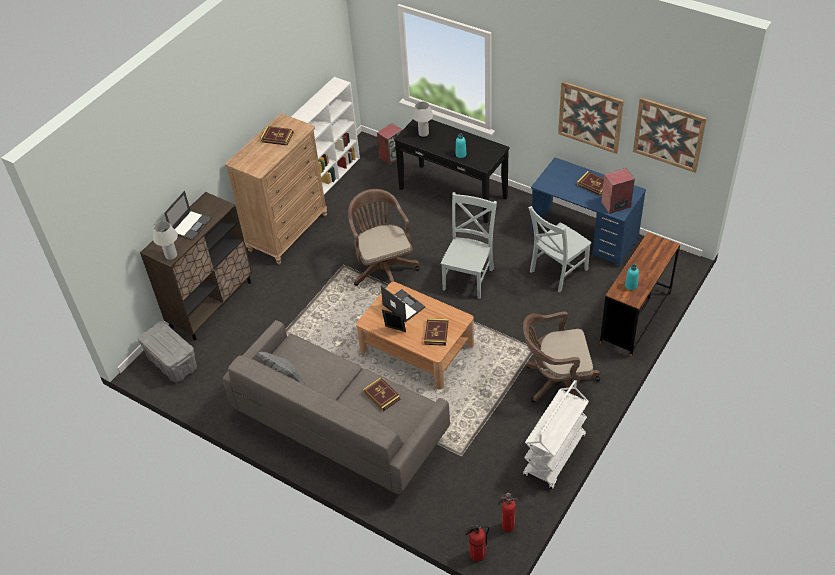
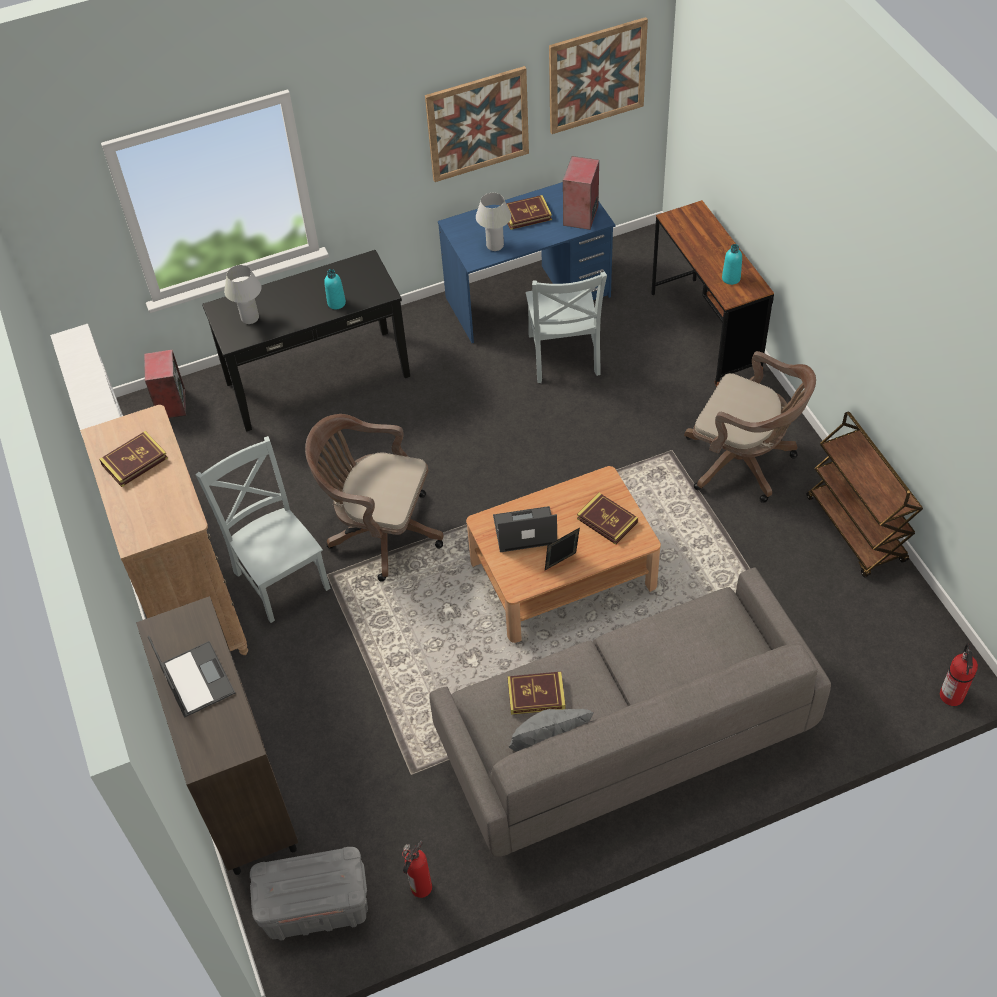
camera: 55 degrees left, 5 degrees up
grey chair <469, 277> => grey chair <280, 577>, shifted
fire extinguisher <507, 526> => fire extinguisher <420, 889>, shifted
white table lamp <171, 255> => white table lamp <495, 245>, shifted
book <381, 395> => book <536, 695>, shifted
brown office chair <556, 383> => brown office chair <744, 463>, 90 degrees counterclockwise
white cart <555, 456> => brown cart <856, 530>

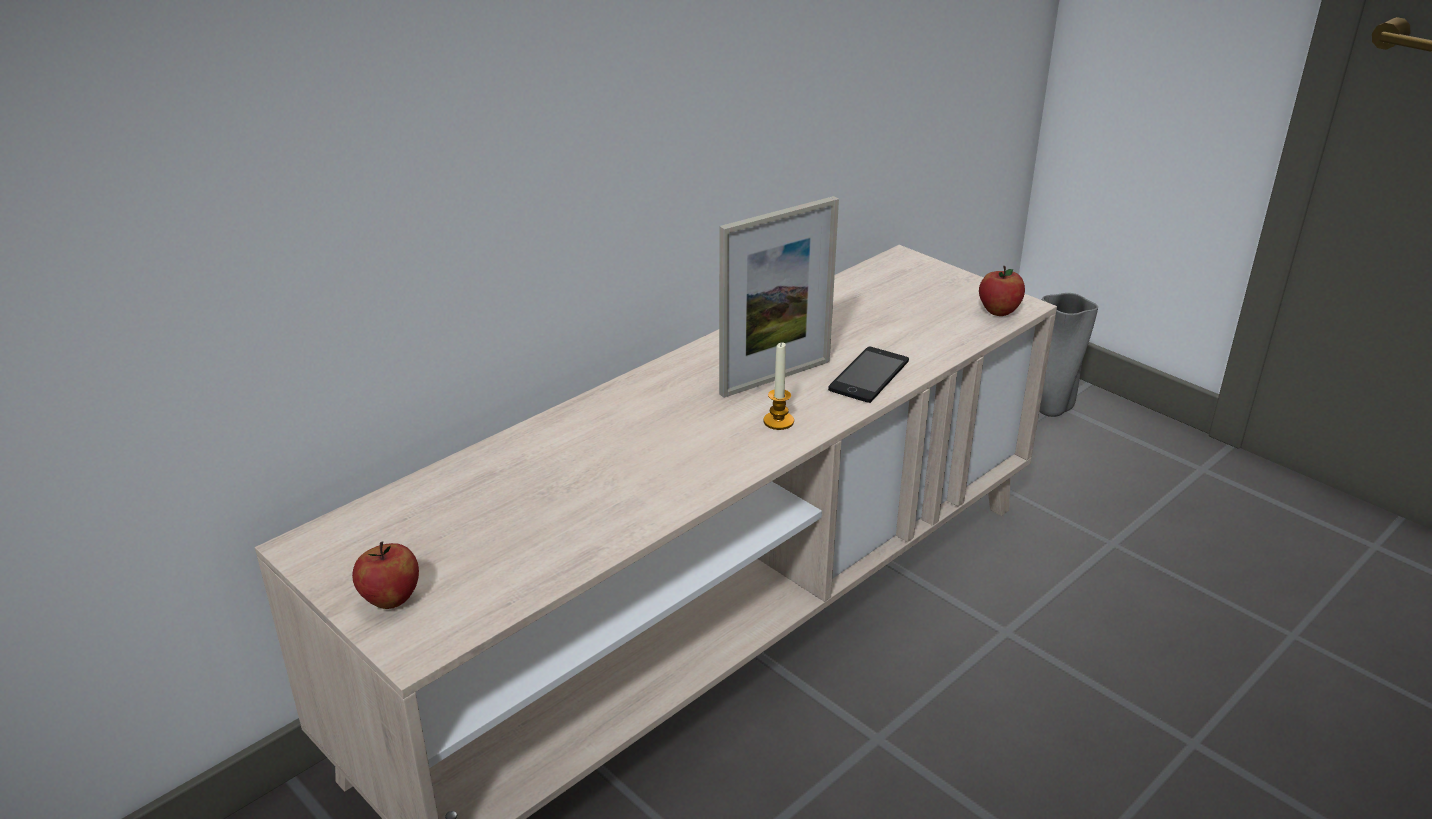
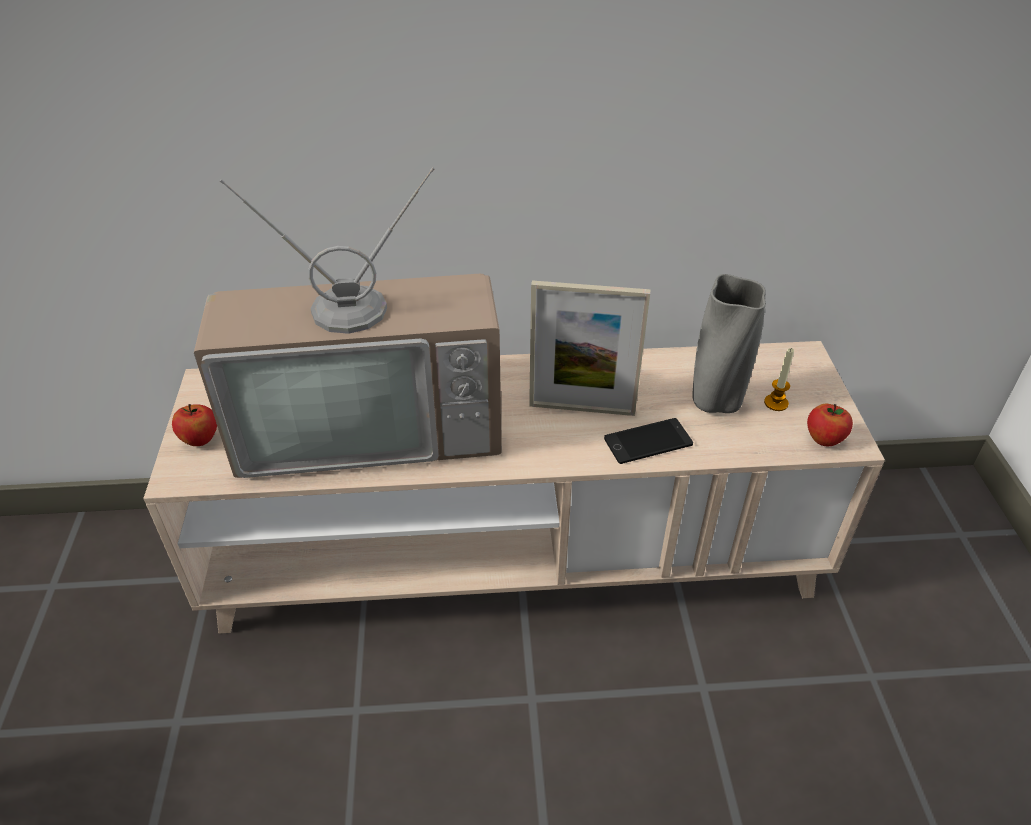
camera: 40 degrees right, 10 degrees up
nothing => television <371, 423>
grey vase <1050, 409> => grey vase <715, 403>, shifted
candle <778, 421> => candle <776, 403>, shifted

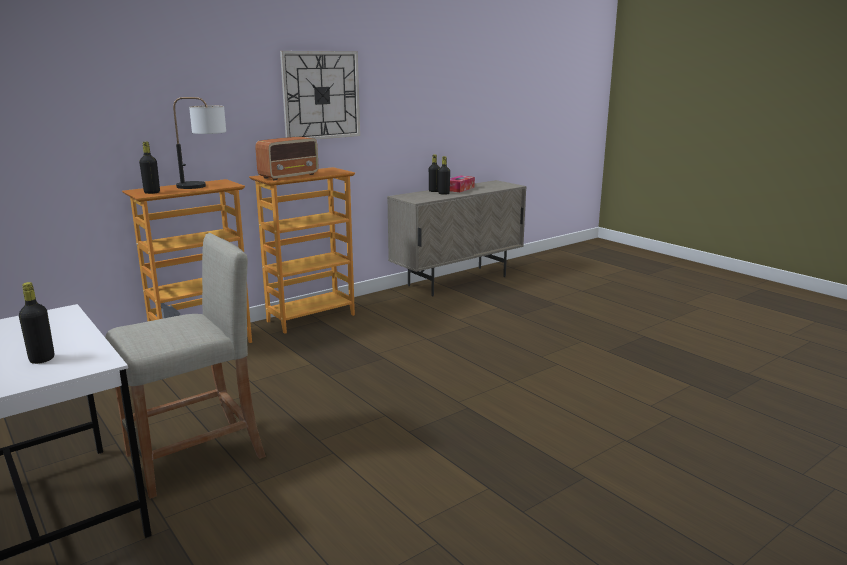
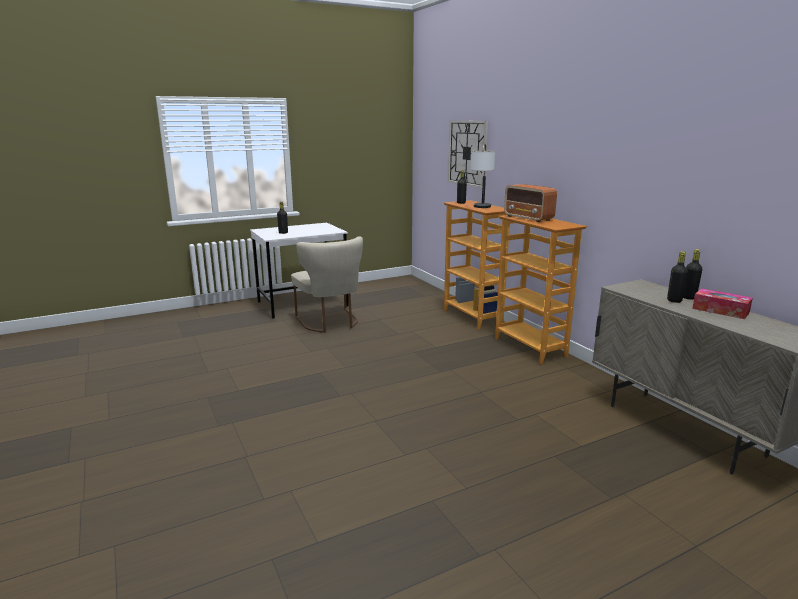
camera: 100 degrees right, 0 degrees up
beige stool <196, 456> => beige chair <330, 322>
wall clock <321, 95> => wall clock <467, 153>, shifted

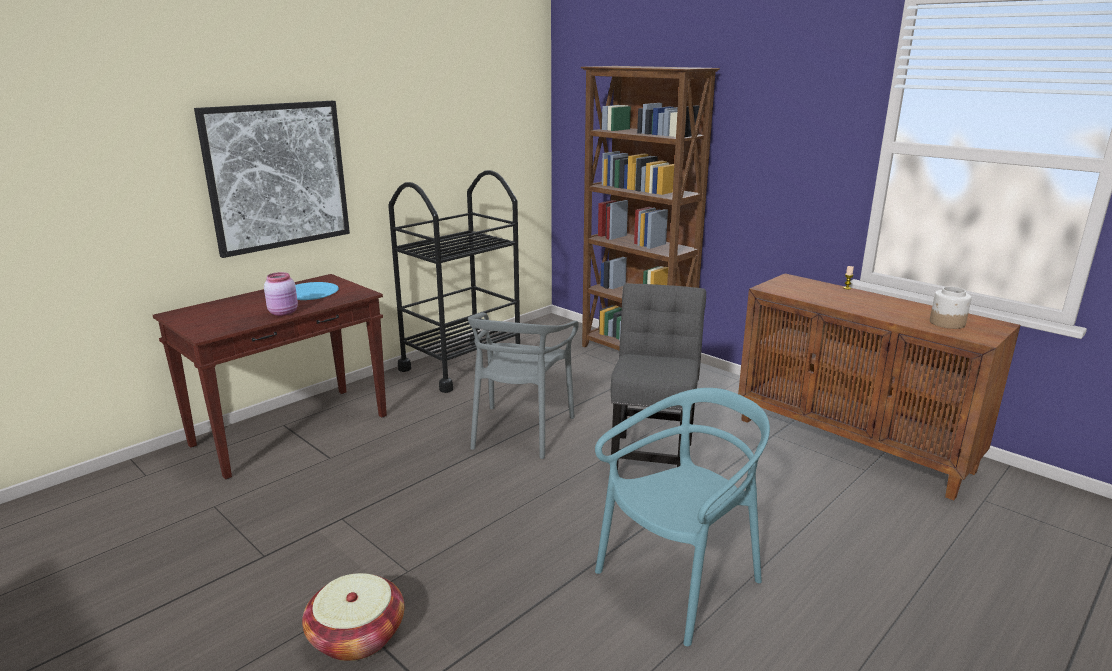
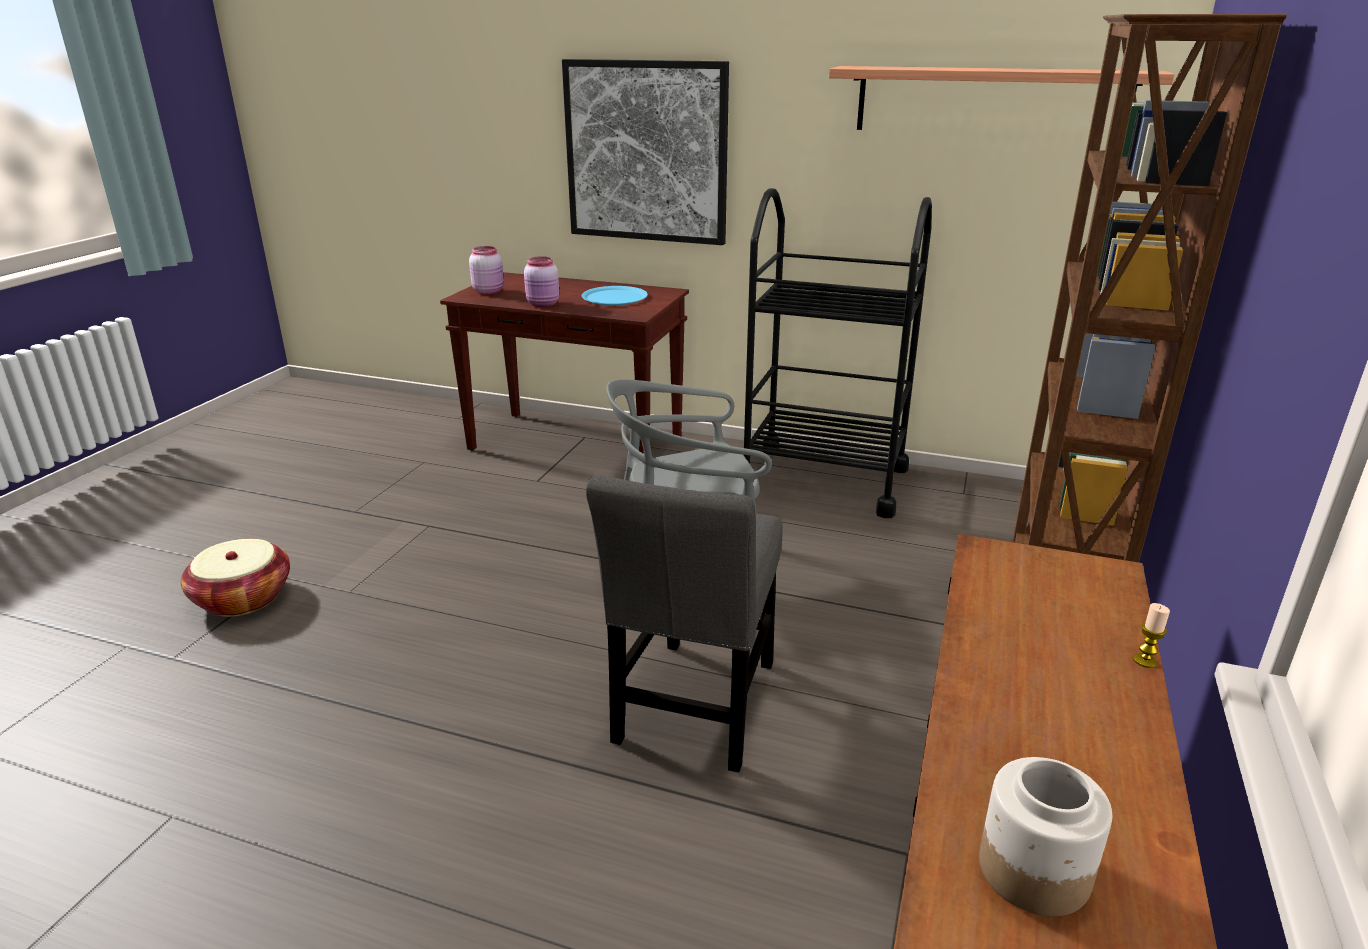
camera: 65 degrees right, 5 degrees up
nothing => pink jar <489, 291>
grey chair <651, 459> => grey chair <695, 709>, 120 degrees clockwise
nothing => shelf <990, 101>
turquoise chair <680, 581> => nothing

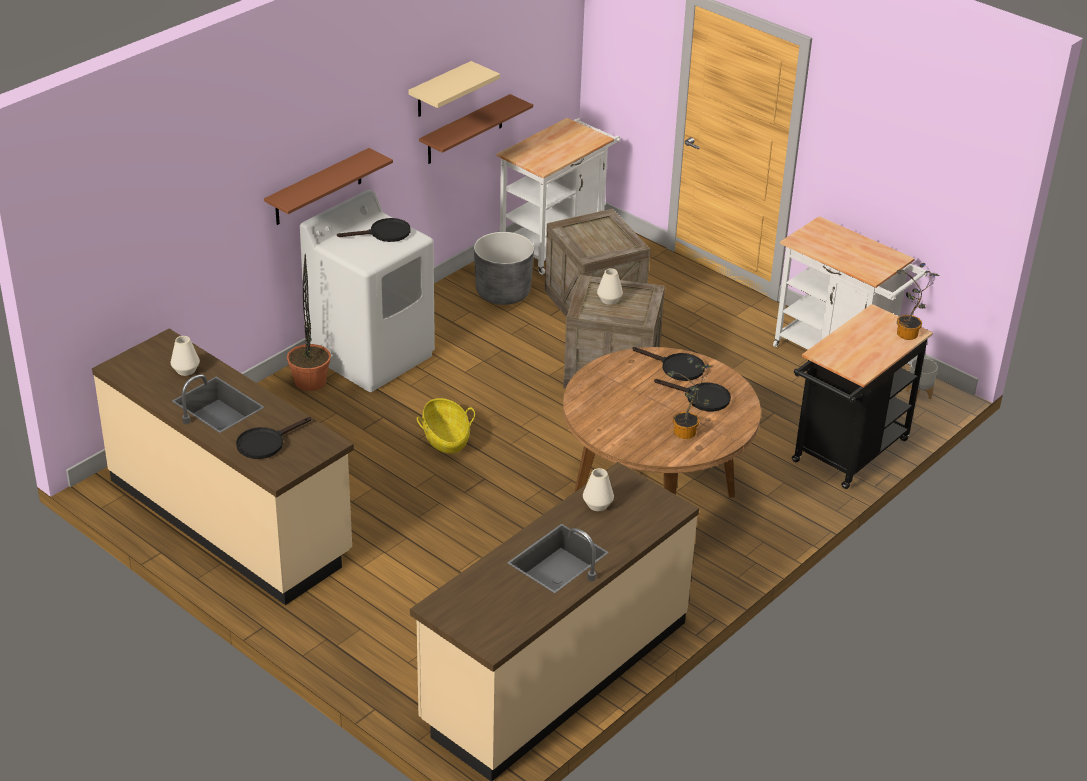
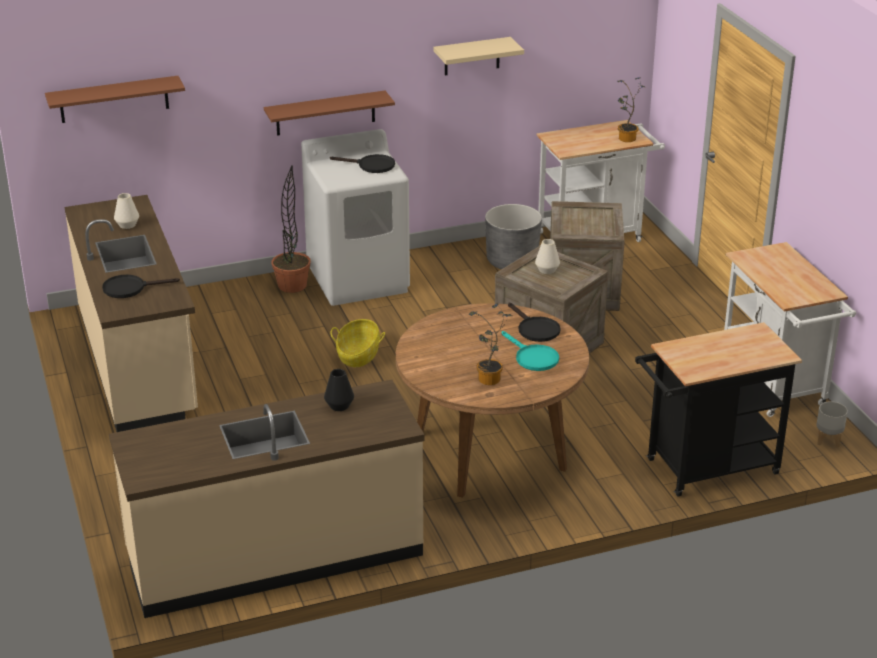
camera: 30 degrees right, 5 degrees down
brown shelf <465, 130> => brown shelf <114, 99>, shifted
white vase <597, 504> => black vase <339, 405>
black frying pan <701, 398> => turquoise frying pan <532, 358>
potted plant <907, 336> => potted plant <626, 139>, shifted

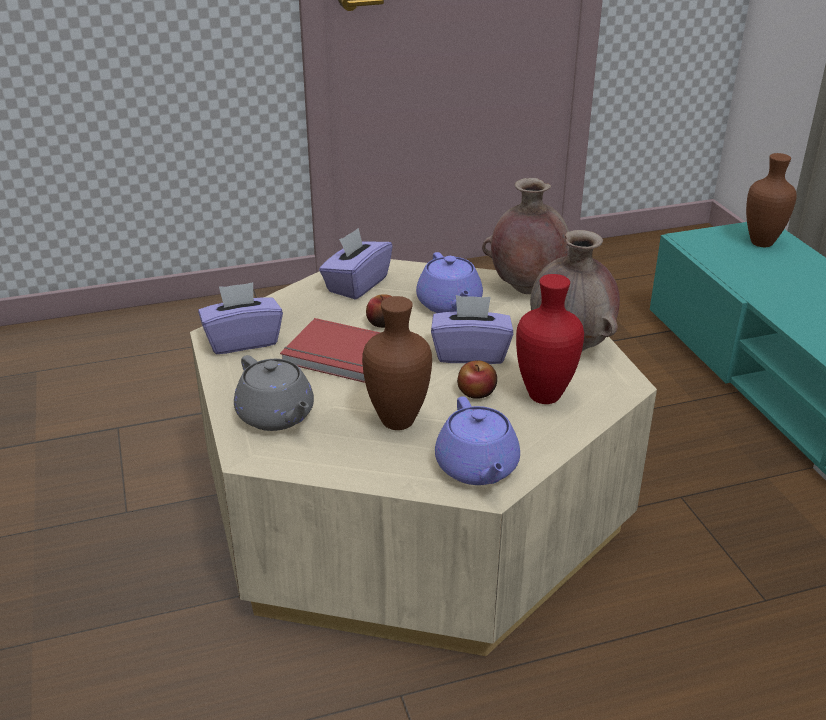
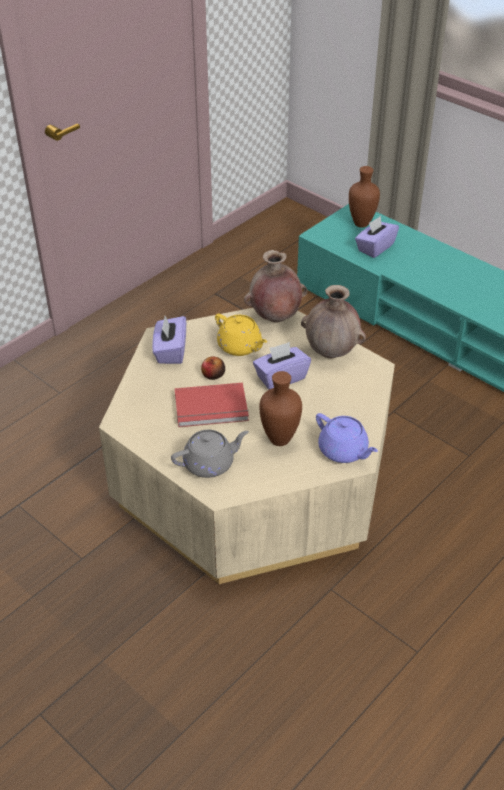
camera: 30 degrees left, 10 degrees up
grey teapot <276, 416> => grey teapot <210, 464>, 45 degrees counterclockwise
purple teapot <449, 305> => yellow teapot <240, 346>
purple tissue box <242, 341> => purple tissue box <375, 247>, shifted
apple <477, 392> => nothing
red vase <542, 396> => nothing

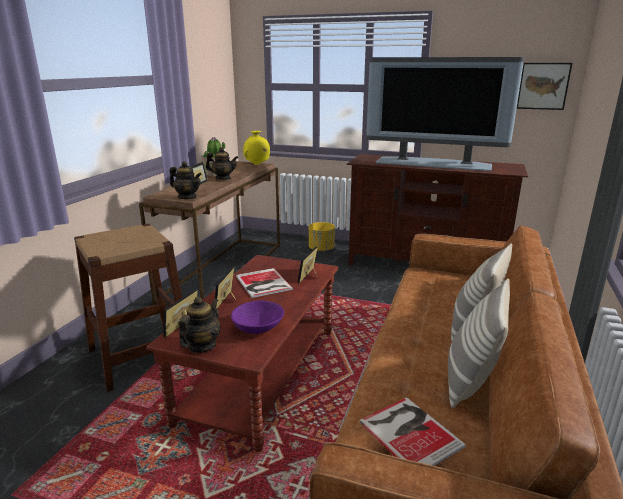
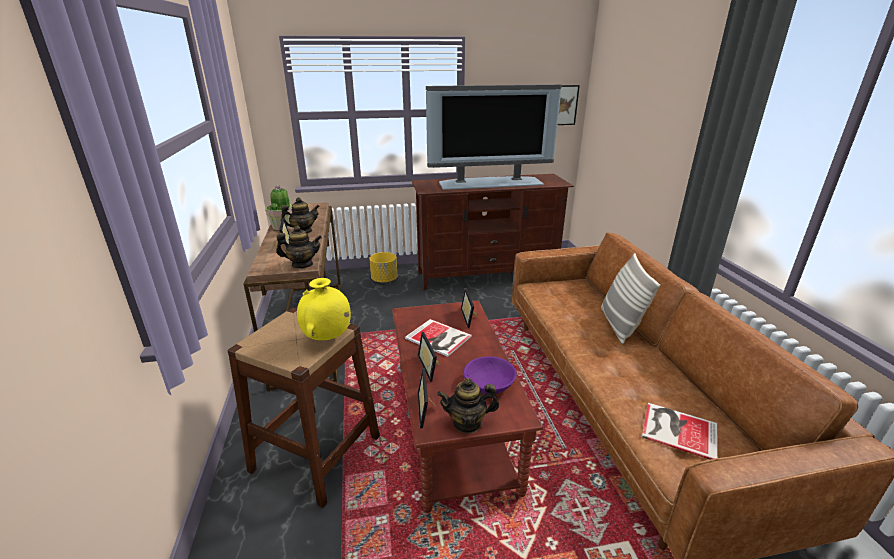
camera: 30 degrees left, 5 degrees up
yellow vase <257, 165> => yellow vase <327, 338>, shifted
teapot <202, 346> => teapot <467, 423>, 90 degrees counterclockwise
pillow <470, 381> => nothing

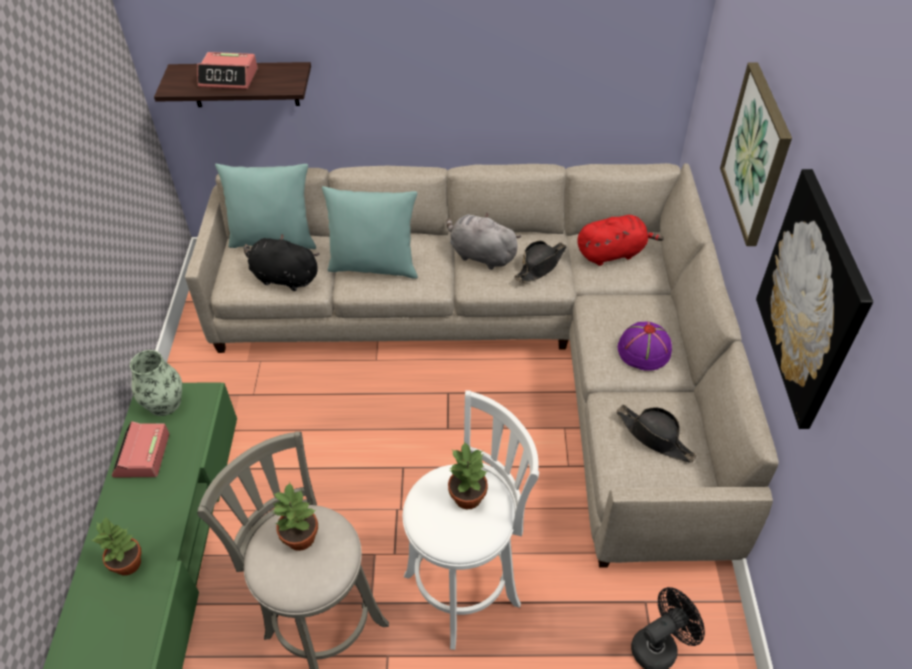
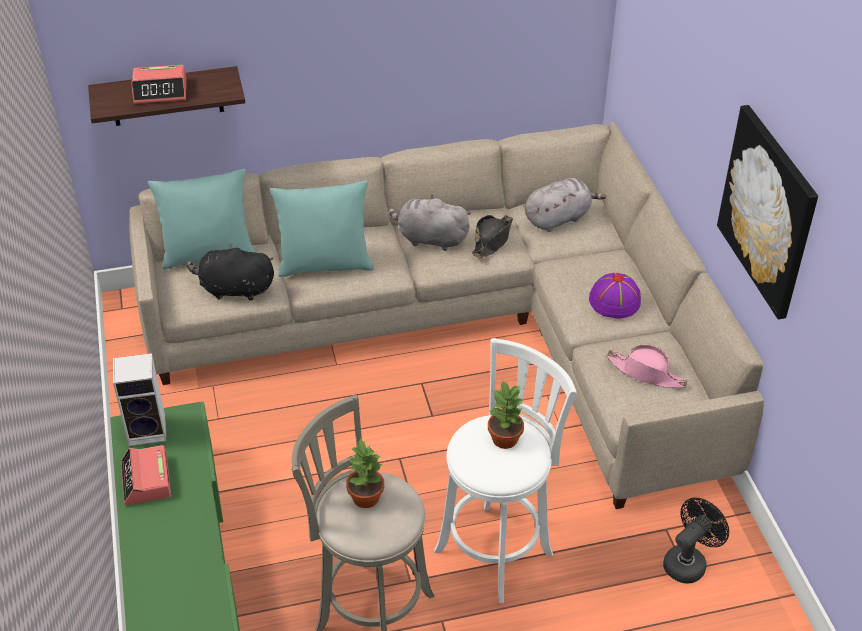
camera: 15 degrees left, 5 degrees down
vase <164, 403> => speaker <149, 430>
red plush toy <613, 253> => grey plush toy <559, 218>
black hat <655, 437> => pink hat <646, 373>
potted plant <129, 563> => nothing
picture <757, 154> => nothing

